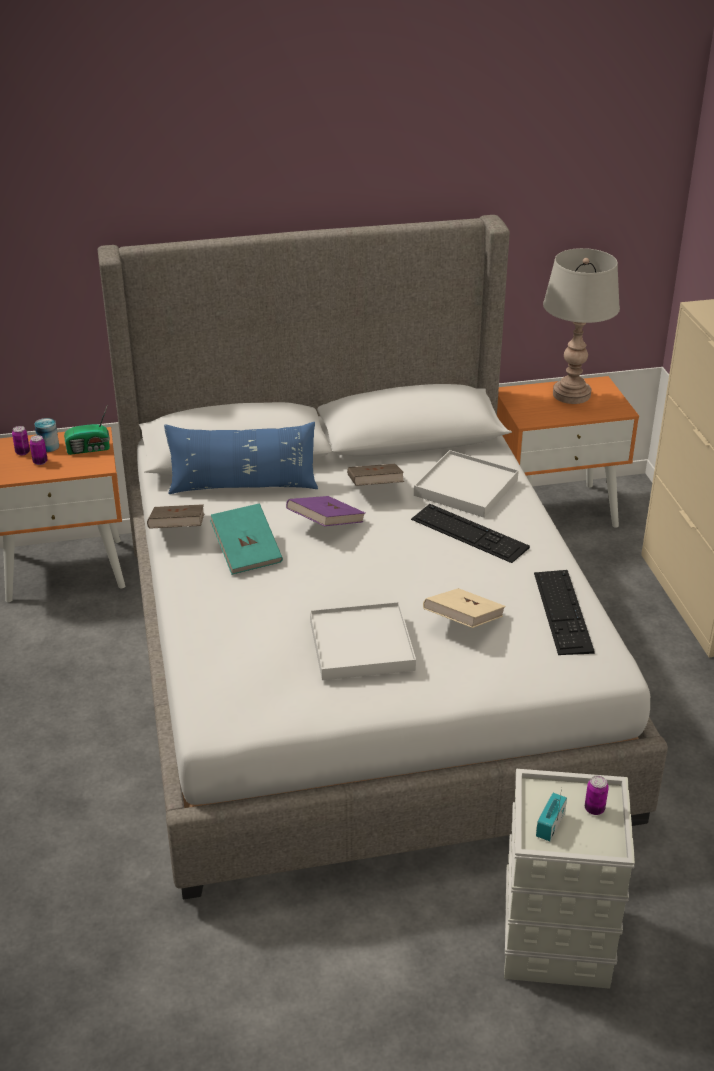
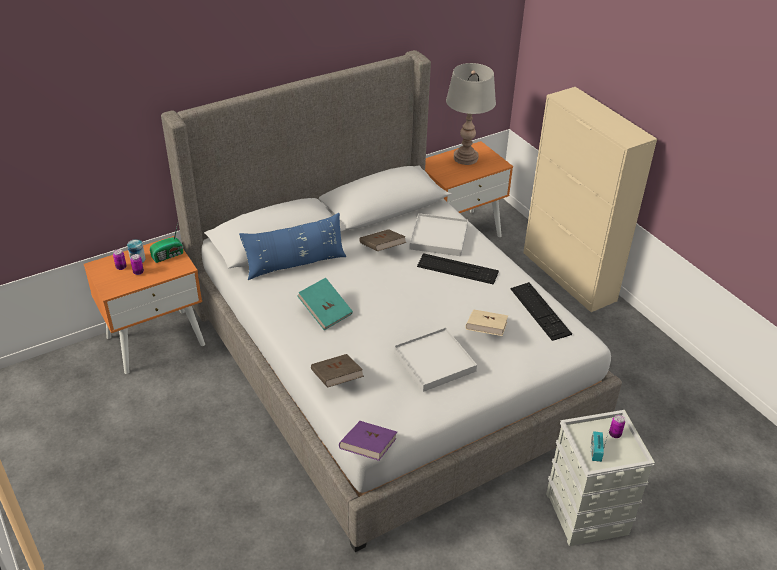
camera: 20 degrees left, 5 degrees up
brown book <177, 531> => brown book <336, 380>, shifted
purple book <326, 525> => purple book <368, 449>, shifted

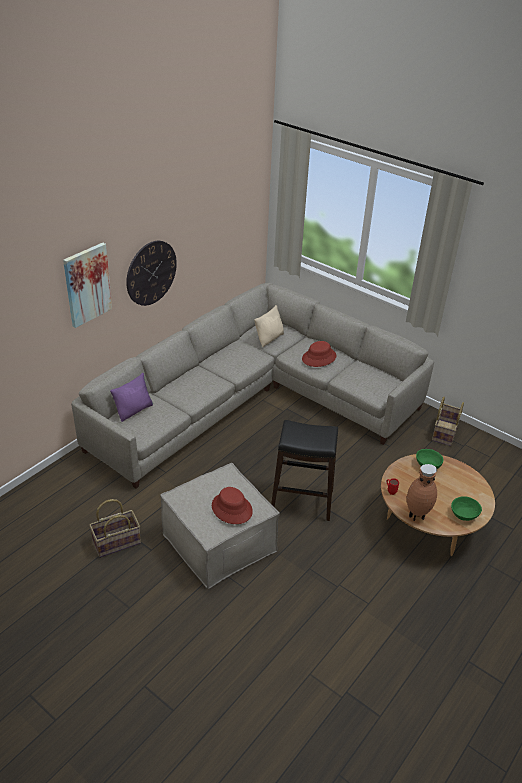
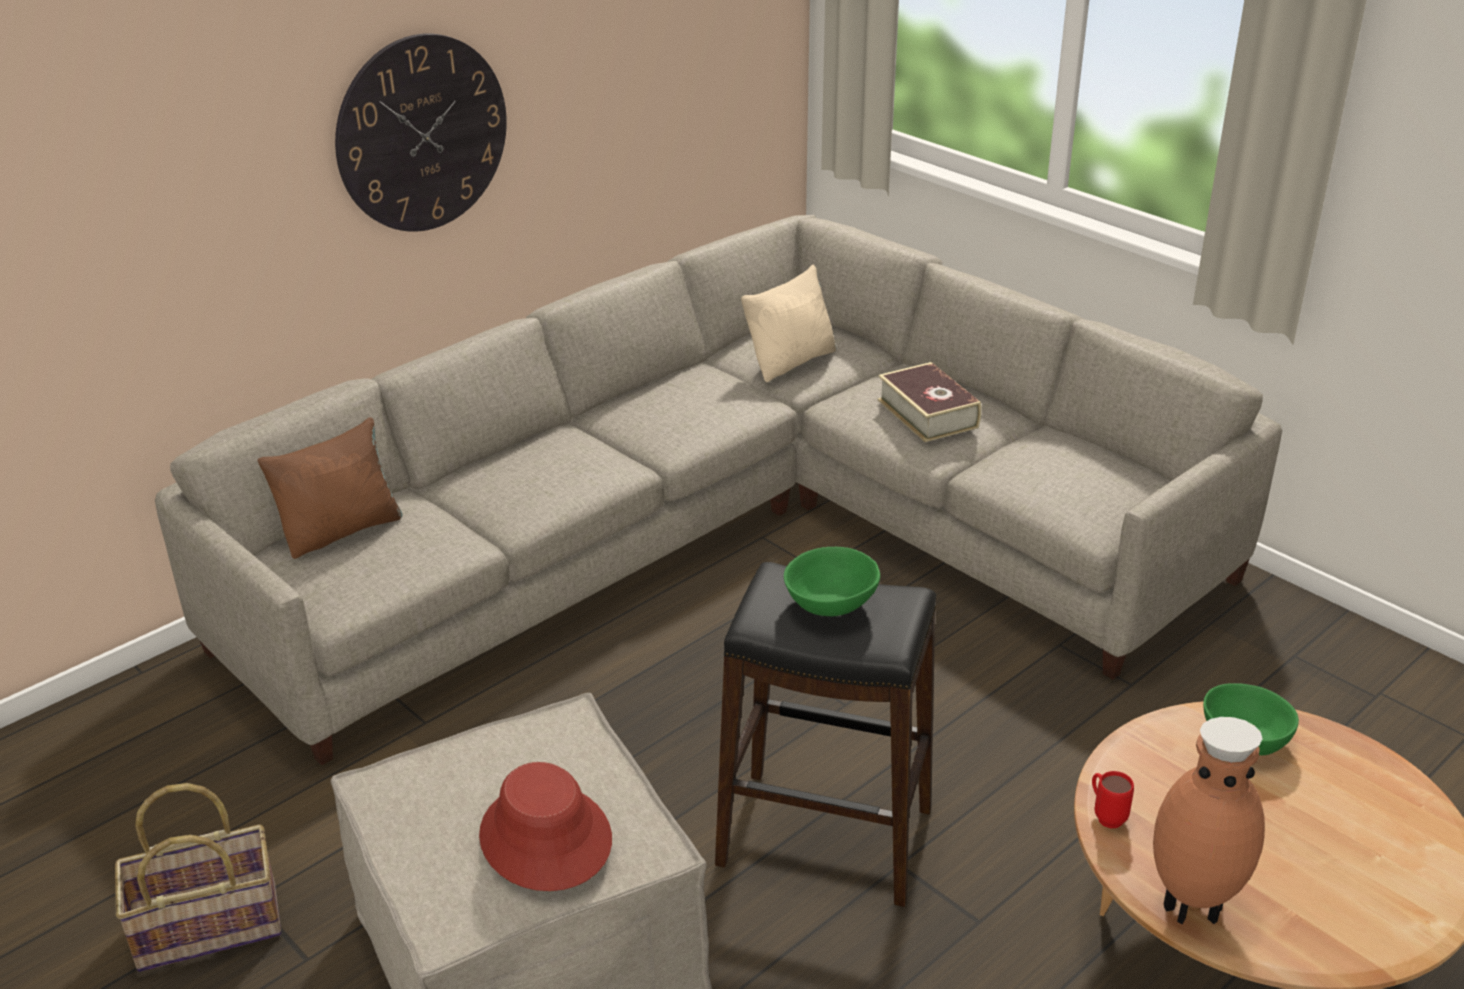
camera: 10 degrees right, 5 degrees down
purple pillow <134, 410> => brown pillow <341, 531>
green bowl <464, 514> => green bowl <832, 603>, shifted
red hat <319, 358> => book <927, 413>
picture <87, 284> => nothing
basket <444, 432> => nothing

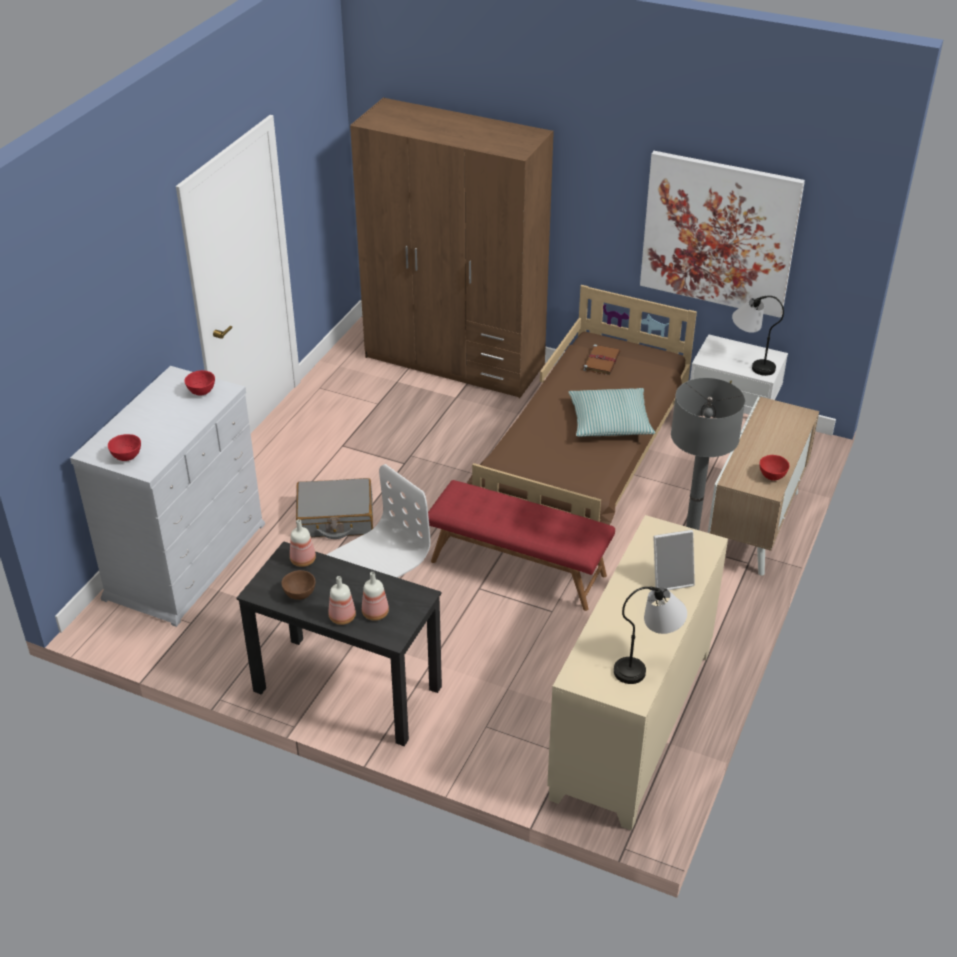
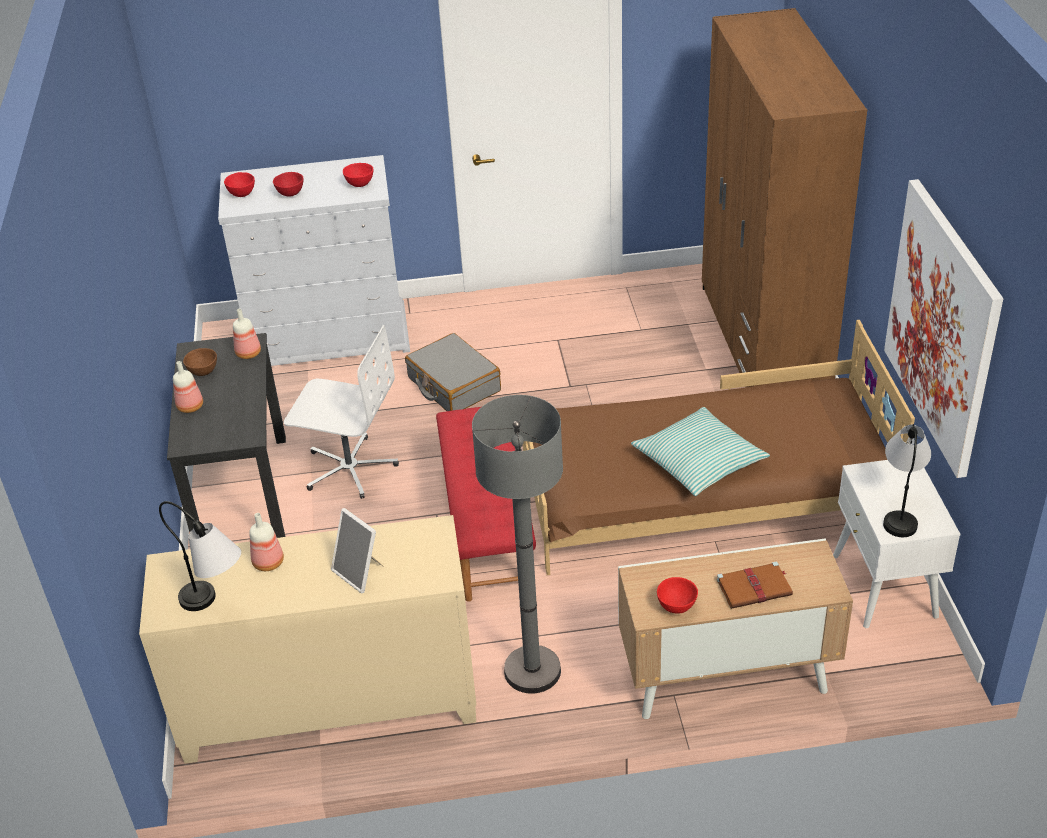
camera: 60 degrees right, 0 degrees up
bottle <376, 613> => bottle <269, 563>, shifted
nothing => red bowl <290, 194>
brown book <601, 361> => brown book <755, 587>, shifted

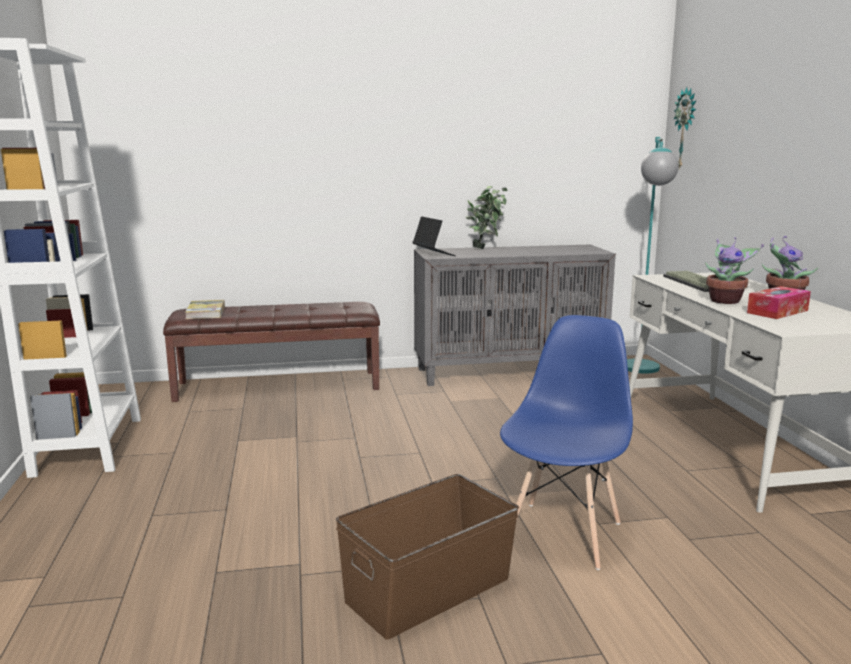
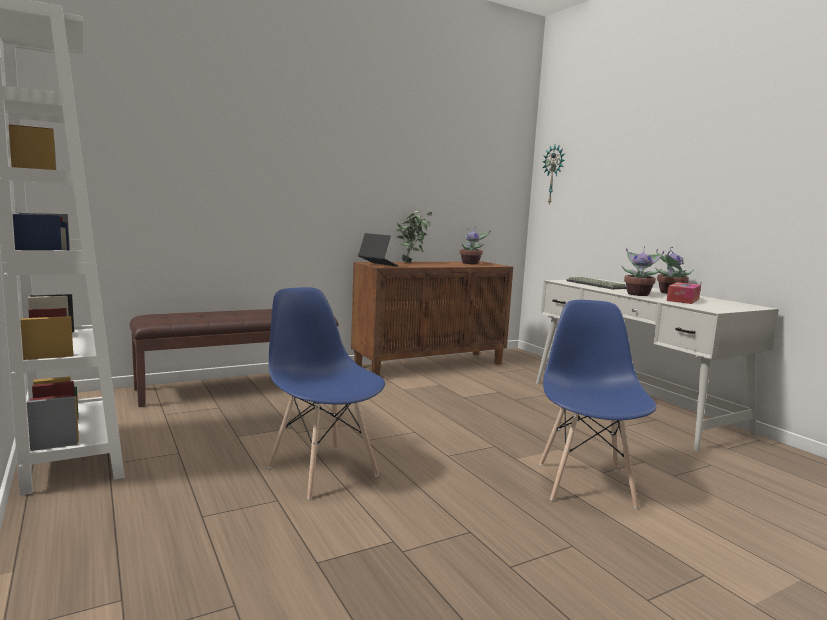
camera: 20 degrees left, 5 degrees down
nothing => blue chair <322, 471>
grey cabinet <510, 372> => brown cabinet <430, 365>
nothing => potted plant <471, 263>
book <205, 312> => nothing
brown storage box <427, 589> => nothing
turquoise floor lamp <641, 372> => nothing

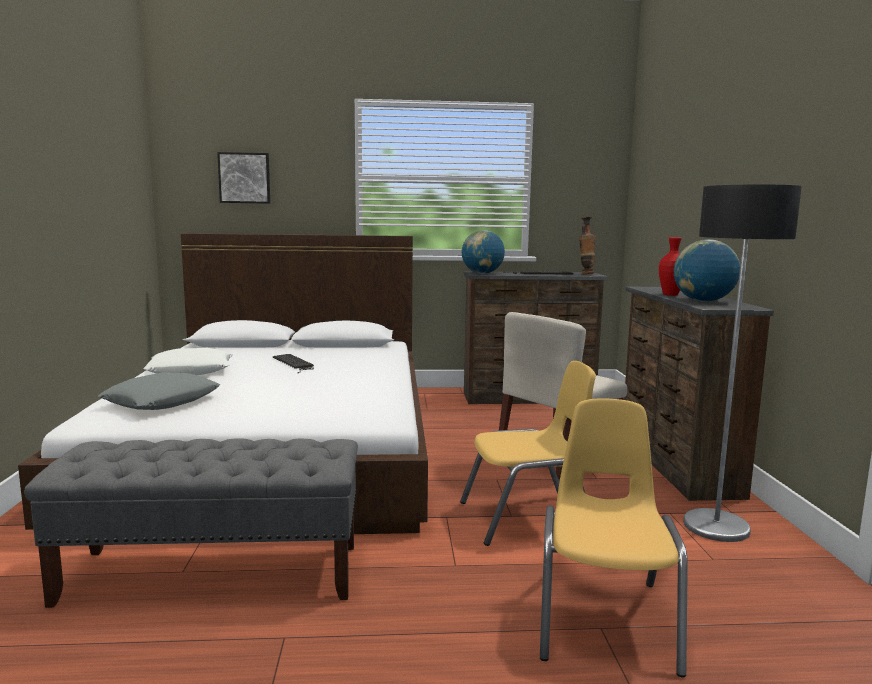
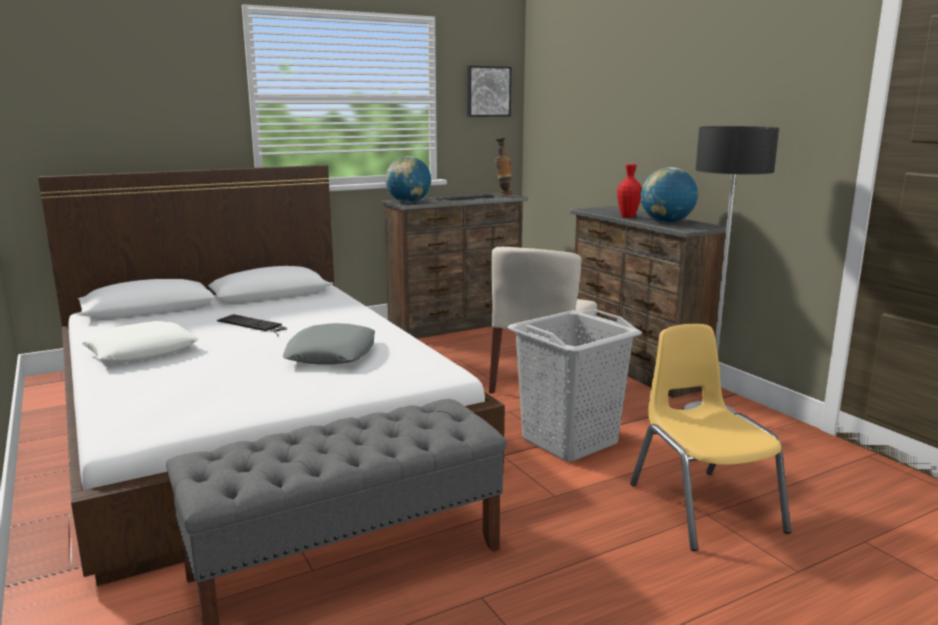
camera: 25 degrees left, 5 degrees up
grey pillow <162, 401> => grey pillow <331, 354>, shifted
picture <244, 178> => picture <487, 91>, shifted
yellow chair <527, 518> => grey laundry basket <570, 441>

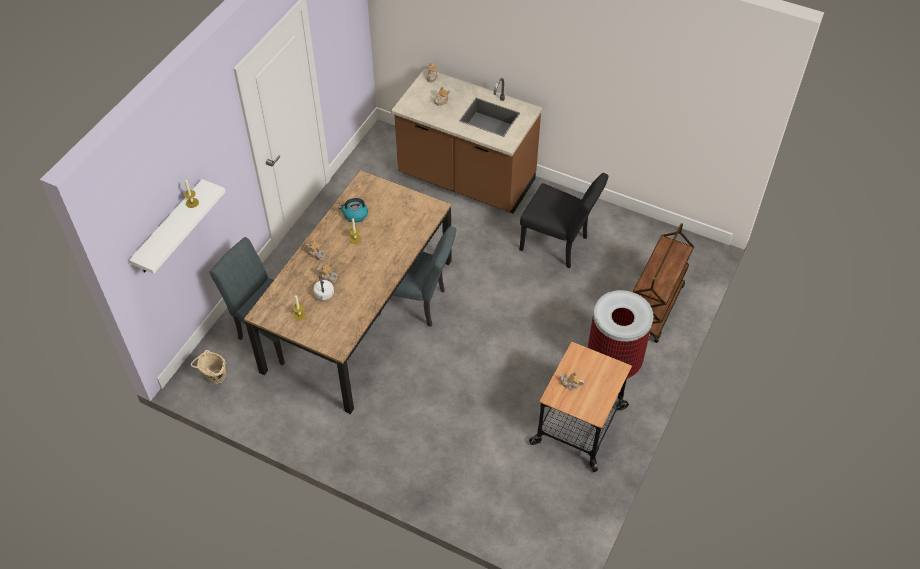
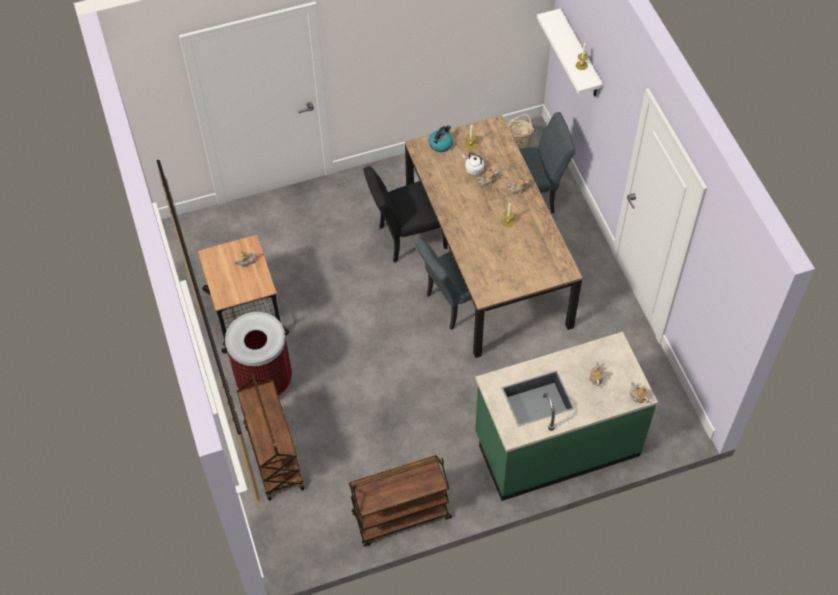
camera: 135 degrees right, 5 degrees up
nothing => brown cart <400, 517>
black chair <559, 245> => black chair <407, 238>, shifted
kettle <355, 215> => kettle <441, 144>, shifted
brown counter <466, 179> => green counter <556, 444>

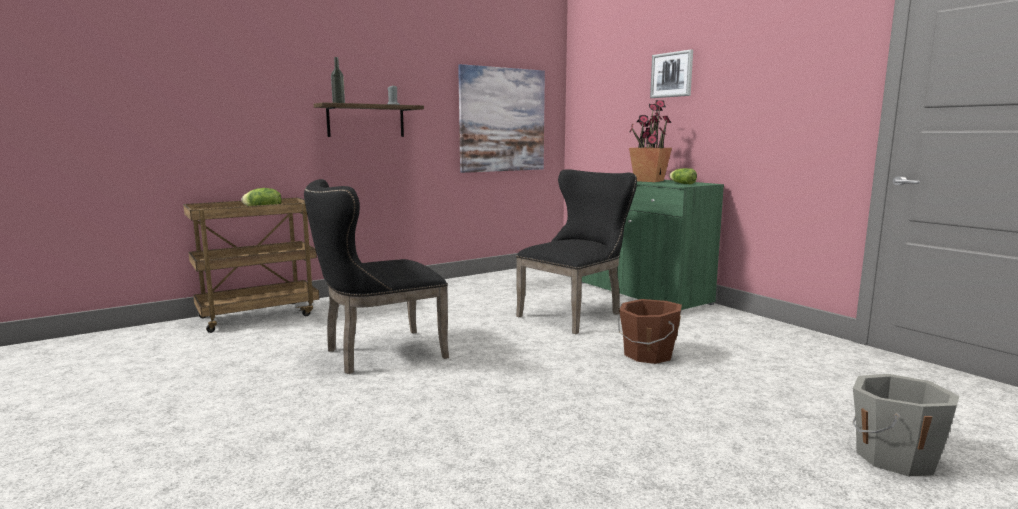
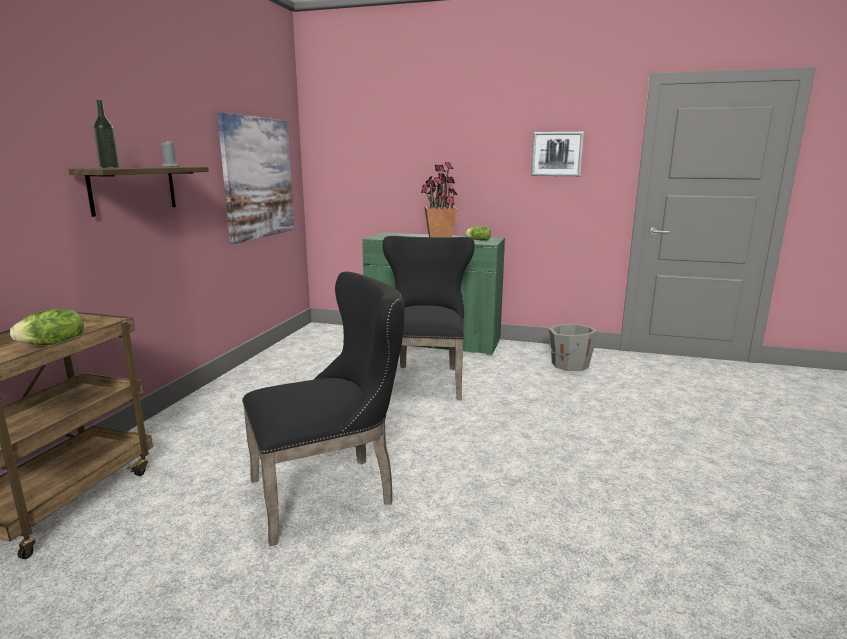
camera: 40 degrees left, 5 degrees up
black chair <377, 354> => black chair <331, 491>, 135 degrees counterclockwise
picture <672, 74> => picture <557, 154>, shifted
grey bucket <893, 457> => grey bucket <569, 364>, shifted
brown bucket <647, 355> => nothing

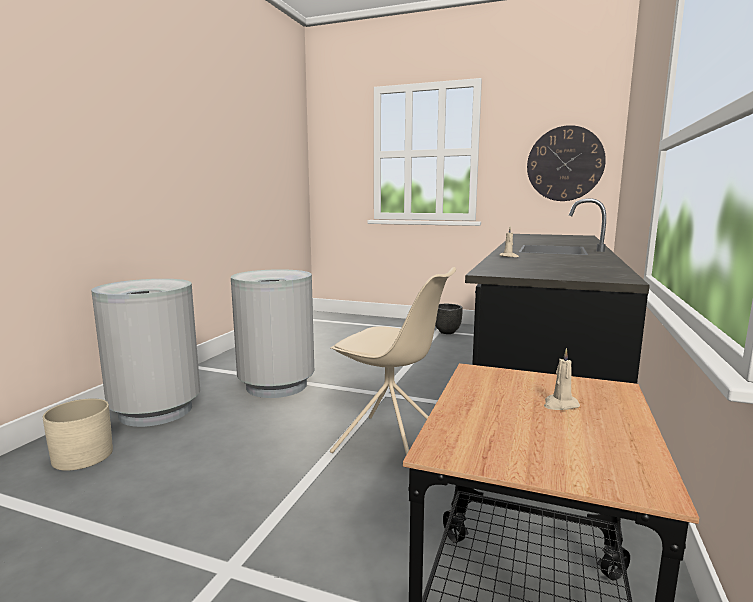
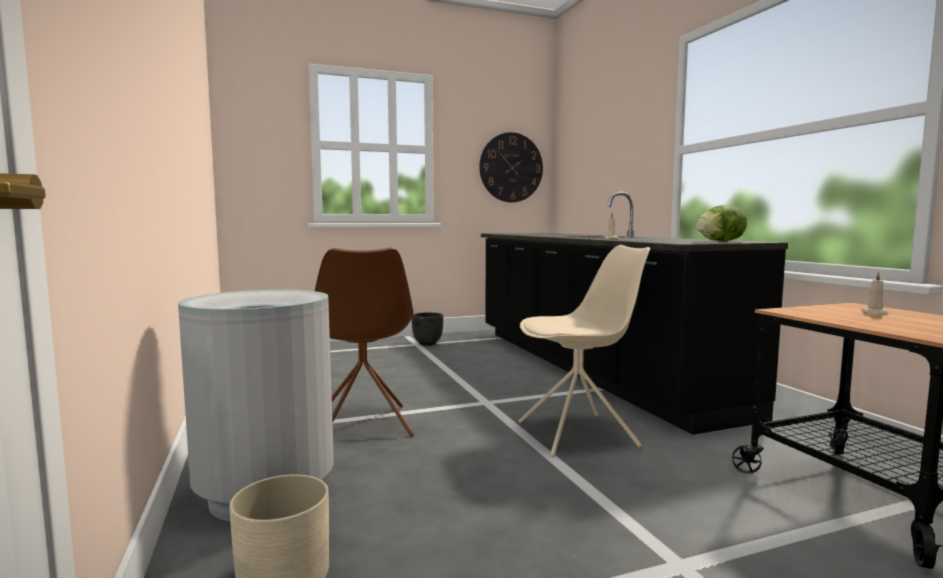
camera: 40 degrees left, 5 degrees down
grey trash can <276, 386> => brown chair <364, 425>
nothing => lettuce <720, 241>

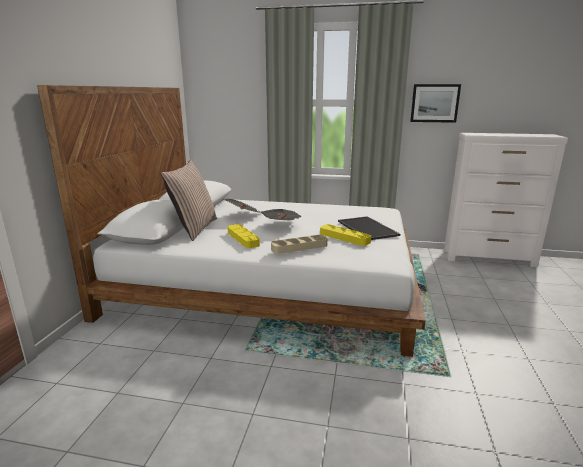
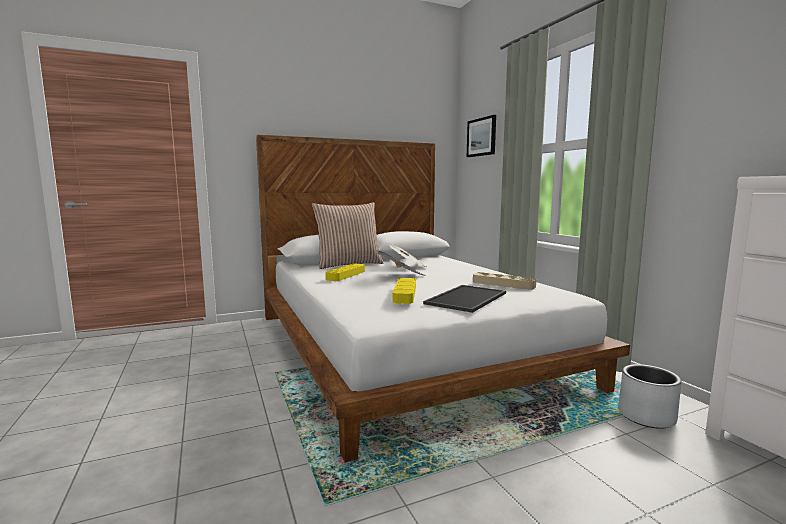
camera: 55 degrees right, 10 degrees down
picture <434, 103> => picture <481, 137>, shifted
beige tray <299, 247> => beige tray <503, 284>, shifted
nothing => grey planter <646, 416>

